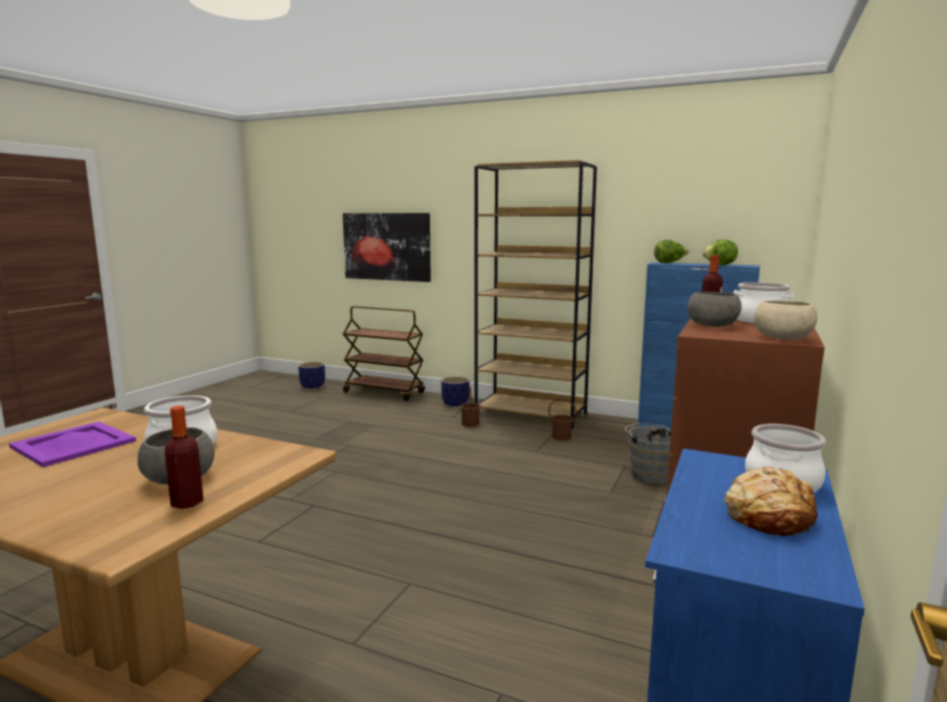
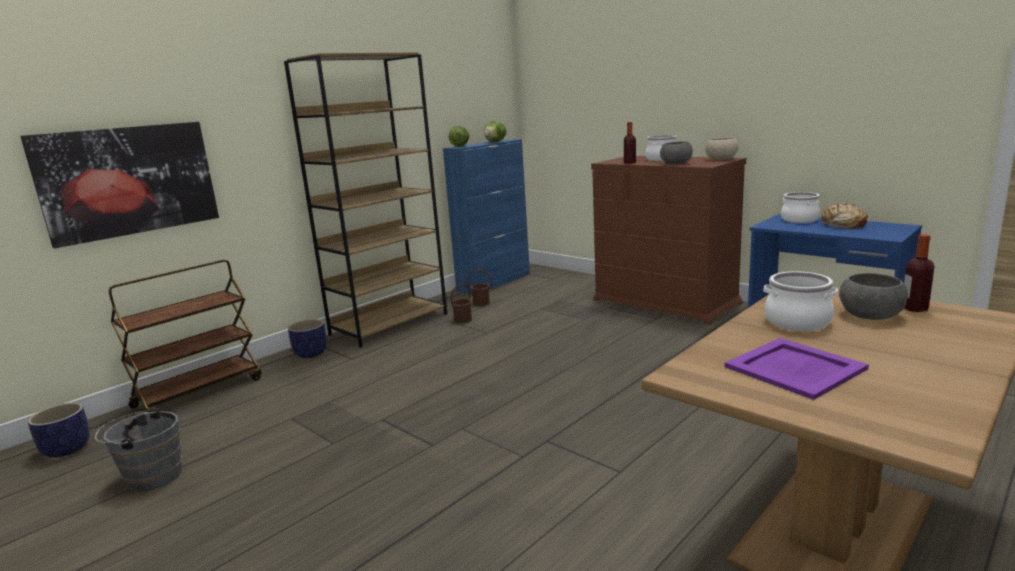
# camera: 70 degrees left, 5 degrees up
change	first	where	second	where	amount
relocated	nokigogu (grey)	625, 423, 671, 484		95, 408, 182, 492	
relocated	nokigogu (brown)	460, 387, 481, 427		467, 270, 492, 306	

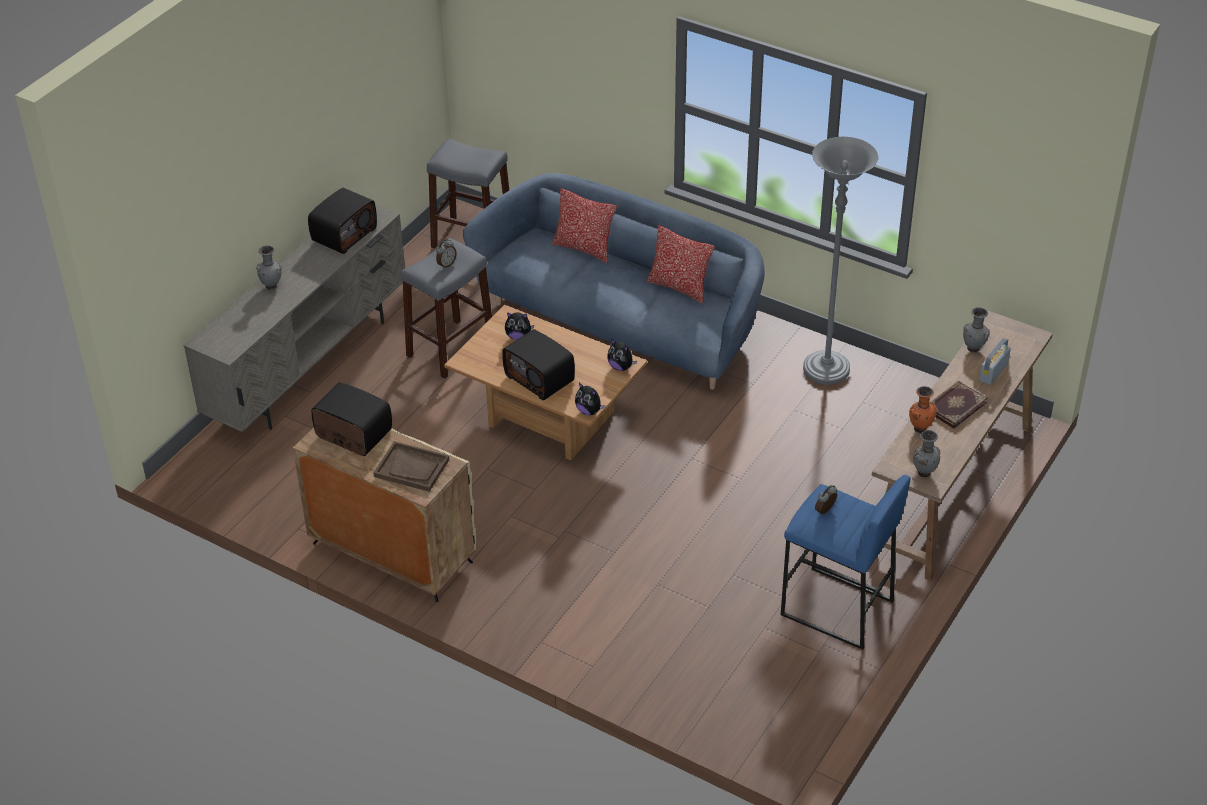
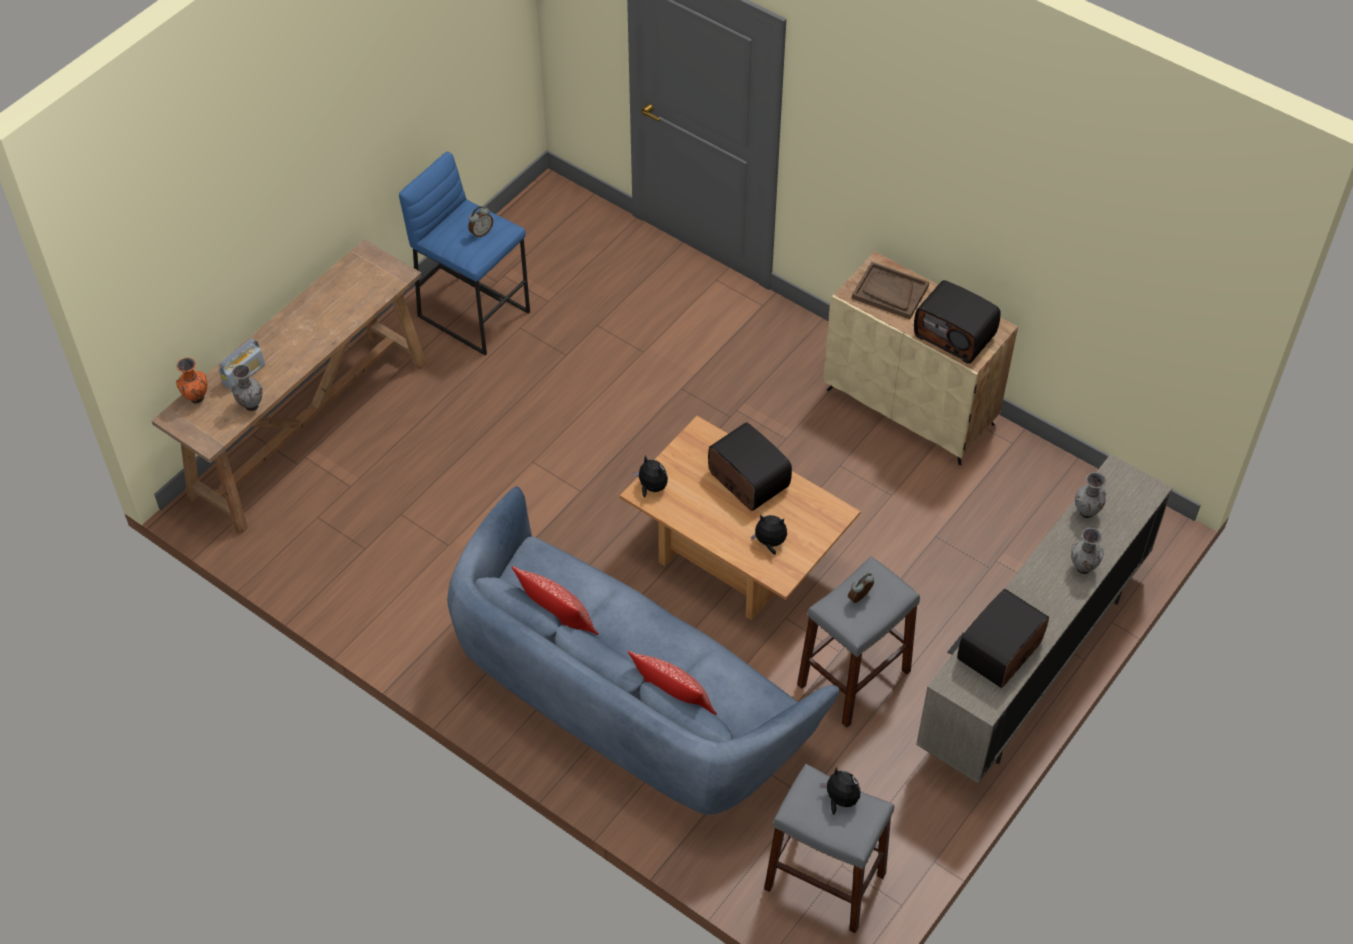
# camera: 175 degrees left, 10 degrees up
change	first	where	second	where	amount
relocated	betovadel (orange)	909, 386, 937, 433		176, 357, 207, 403	
relocated	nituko	575, 383, 606, 415		820, 767, 861, 815	
relocated	betovadel (grey)	913, 430, 940, 477		1075, 472, 1106, 518	
missing	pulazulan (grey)	803, 137, 878, 385			
missing	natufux	931, 381, 987, 428			

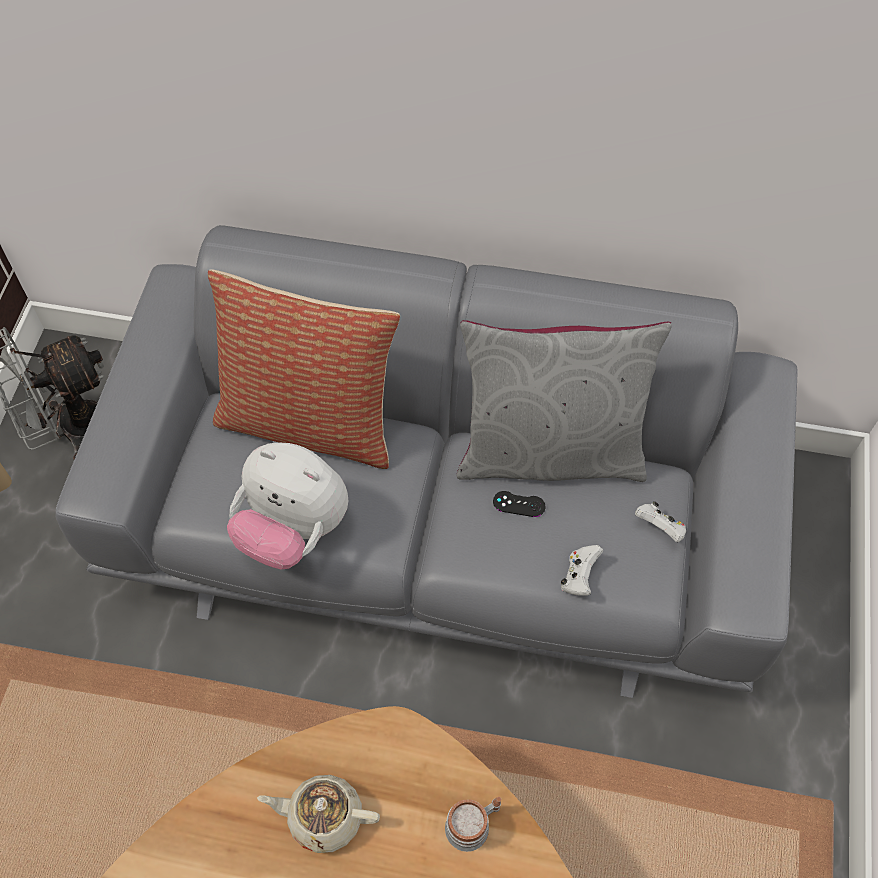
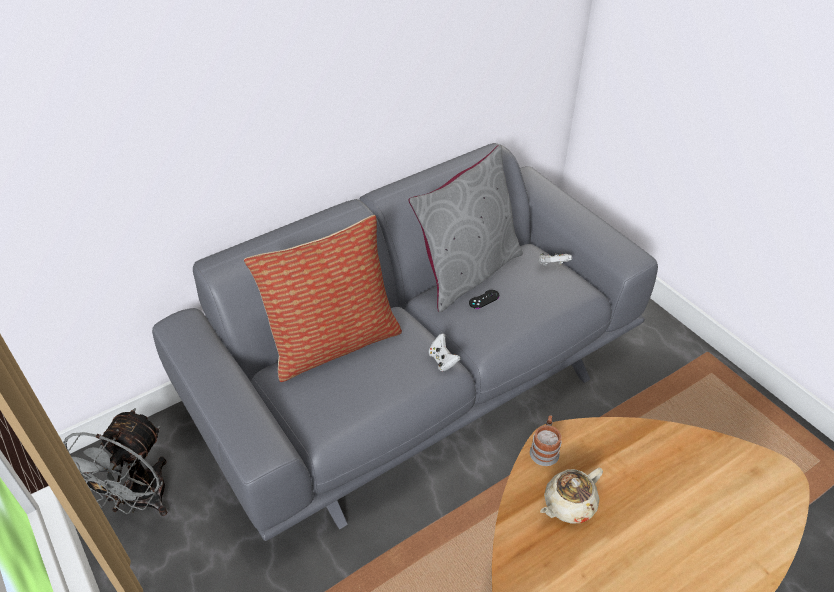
# camera: 45 degrees left, 15 degrees down
change	first	where	second	where	amount
relocated	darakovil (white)	561, 545, 603, 596		429, 334, 461, 371	
relocated	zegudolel	445, 797, 501, 852		530, 415, 561, 466	
missing	nituko	227, 443, 348, 570			

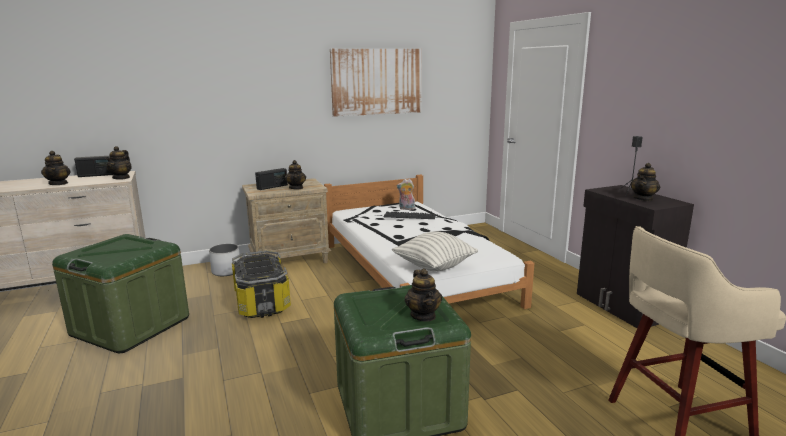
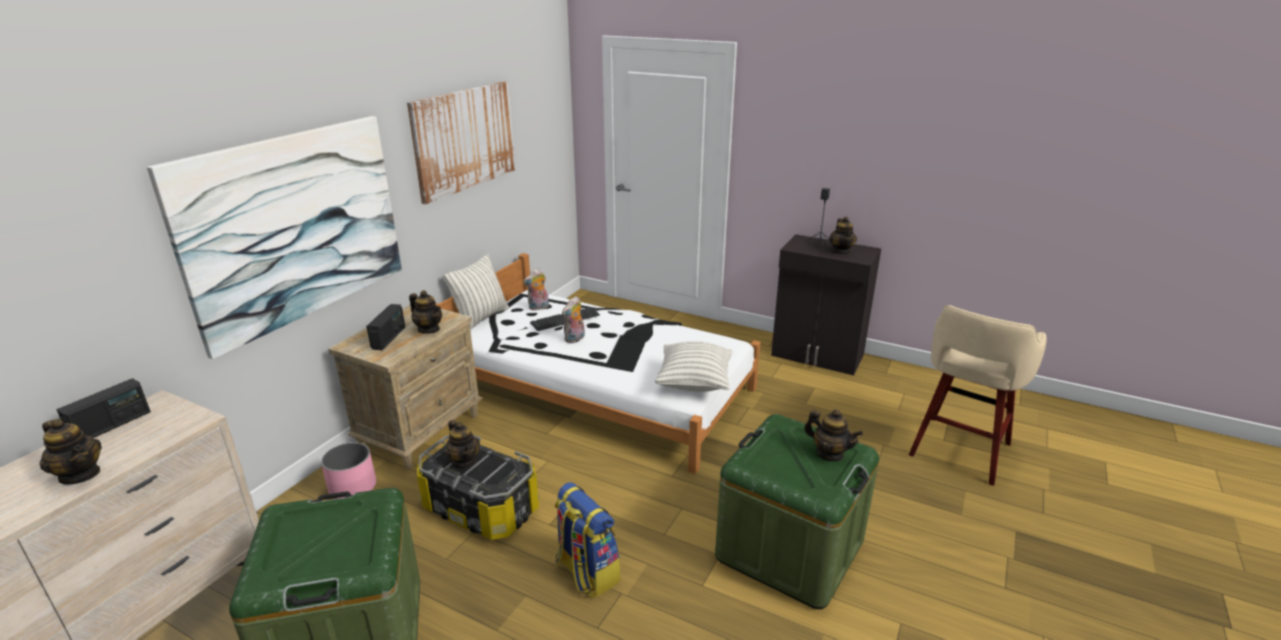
# camera: 40 degrees left, 10 degrees up
change	first	where	second	where	amount
appeared			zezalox	147, 116, 402, 359	
colour	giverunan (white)	209, 244, 240, 276	giverunan (pink)	321, 442, 376, 499	
appeared			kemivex	444, 254, 509, 330	
relocated	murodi	106, 146, 132, 180		444, 420, 480, 468	
appeared			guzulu	555, 482, 620, 598	
appeared			nituko	562, 296, 585, 343	

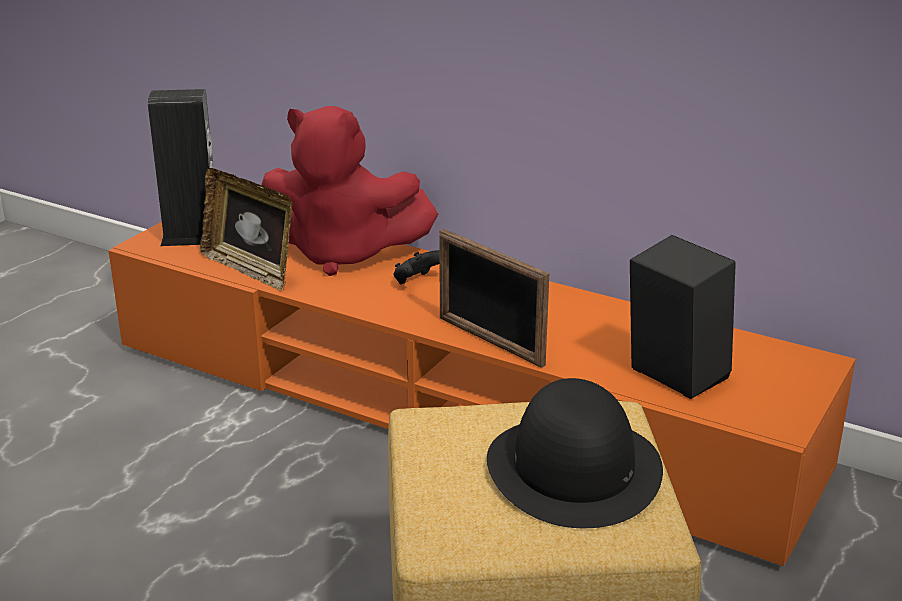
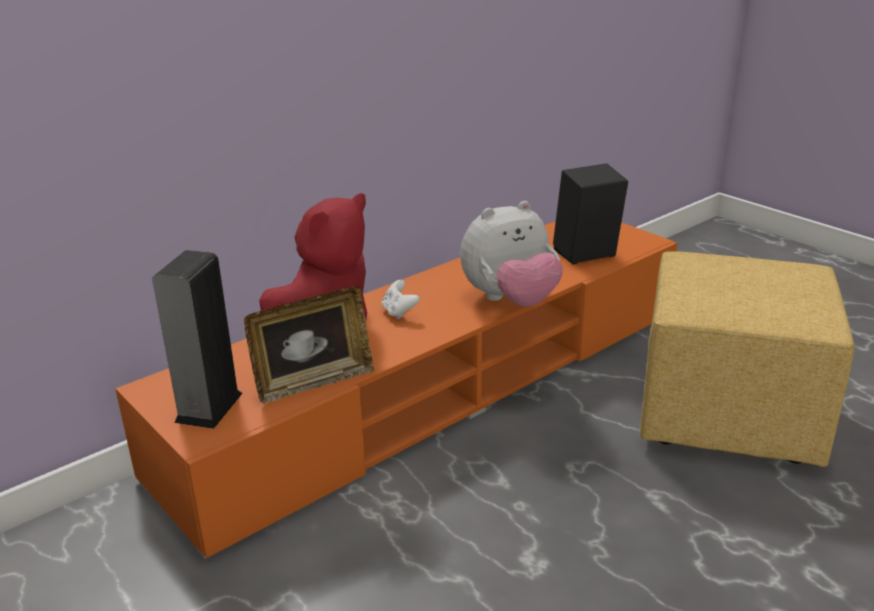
# camera: 70 degrees left, 0 degrees up
change	first	where	second	where	amount
colour	darakovil (black)	393, 250, 440, 284	darakovil (white)	382, 280, 420, 319	
exchanged	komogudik	439, 229, 549, 368	nituko	460, 201, 563, 307	
missing	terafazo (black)	487, 378, 663, 528			

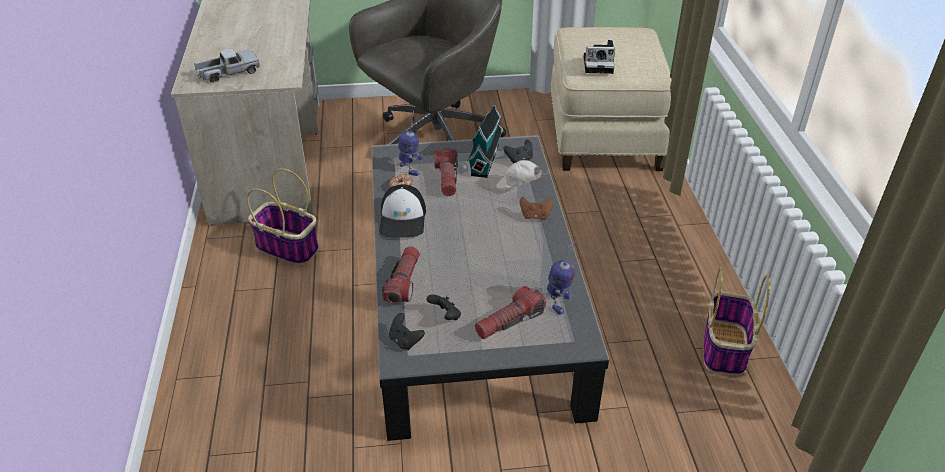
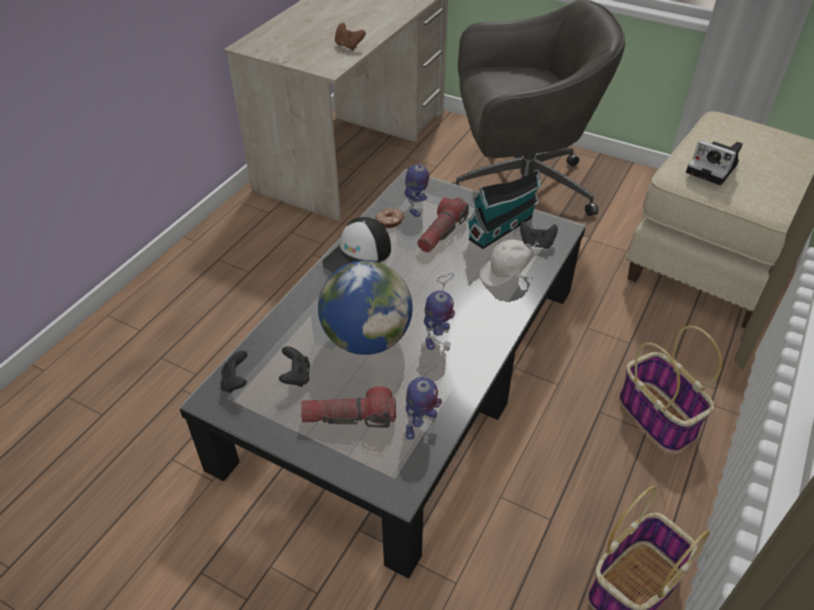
# camera: 35 degrees right, 5 degrees up
change	first	where	second	where	amount
appeared			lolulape	318, 260, 413, 355	
relocated	darakovil (brown)	520, 197, 553, 220		335, 23, 366, 51	
appeared			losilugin	424, 273, 455, 350	
spun	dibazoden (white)	496, 160, 549, 188		479, 239, 538, 287	75 degrees counterclockwise
relocated	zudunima	247, 168, 319, 265		619, 326, 722, 453	
missing	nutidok	194, 48, 260, 83			
missing	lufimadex	382, 246, 420, 304			

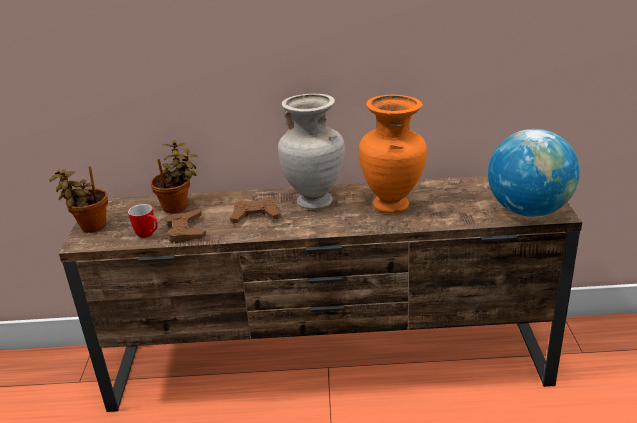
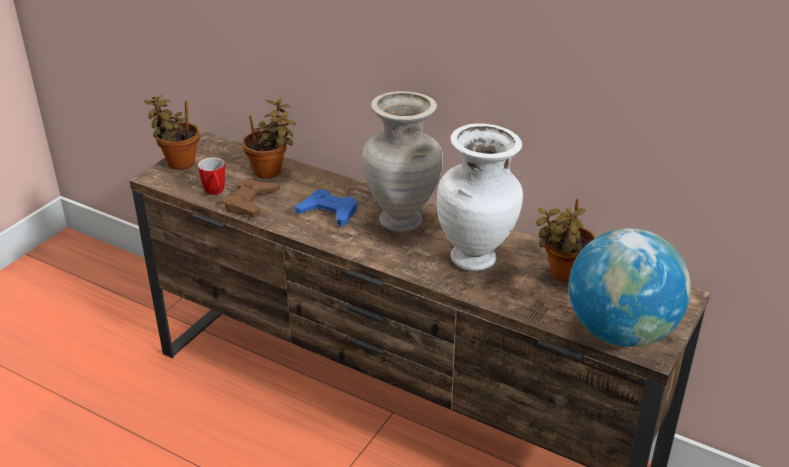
# camera: 30 degrees right, 5 degrees up
change	first	where	second	where	amount
colour	darakovil (brown)	230, 198, 281, 224	darakovil (blue)	295, 189, 357, 226	
colour	betovadel (orange)	359, 95, 427, 213	betovadel (white)	437, 123, 523, 271	
appeared			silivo	536, 198, 596, 283	

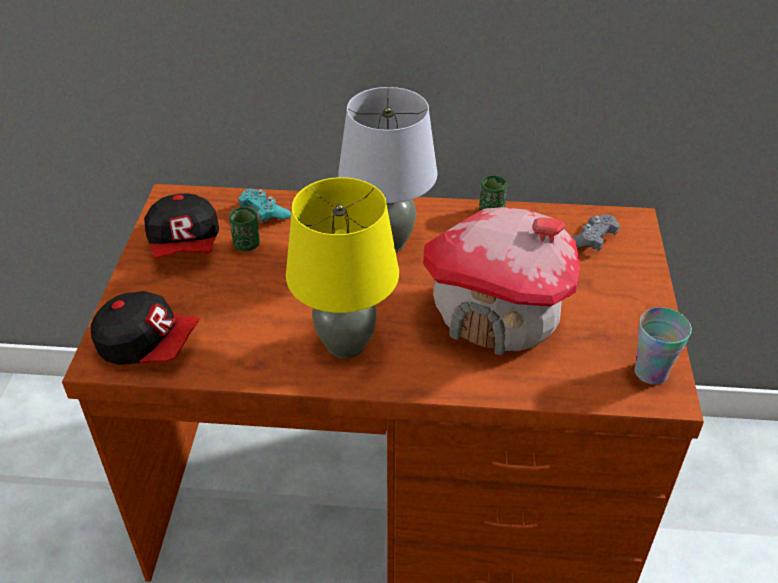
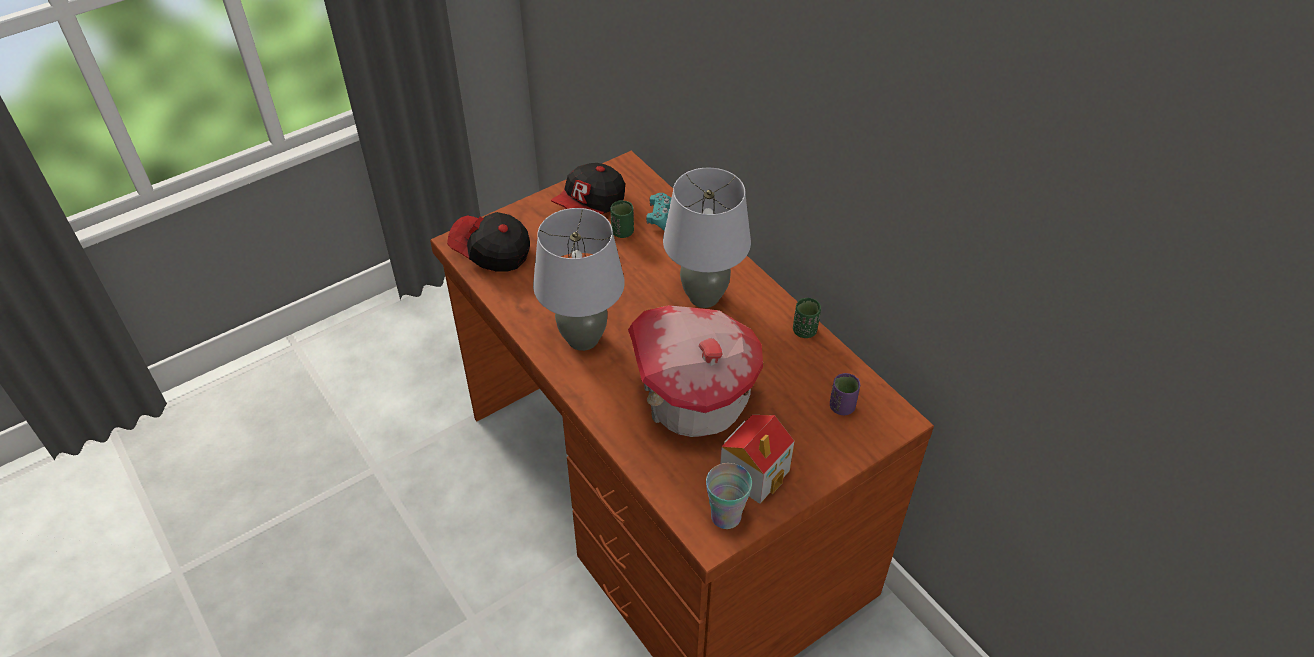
# camera: 50 degrees right, 5 degrees up
change	first	where	second	where	amount
spun	dibazoden	91, 291, 200, 365		447, 212, 530, 272	135 degrees clockwise
colour	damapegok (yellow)	286, 177, 399, 359	damapegok (grey)	533, 208, 625, 351	
appeared			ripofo	720, 415, 794, 504	
exchanged	darakovil (grey)	572, 214, 620, 251	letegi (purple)	830, 373, 860, 415	

